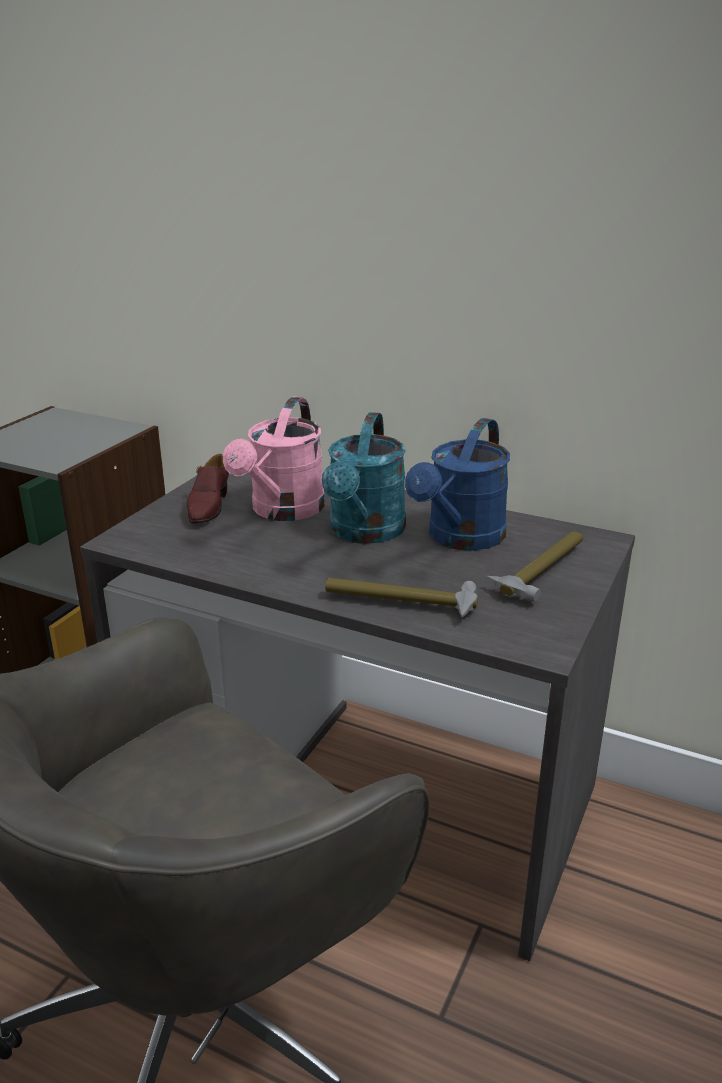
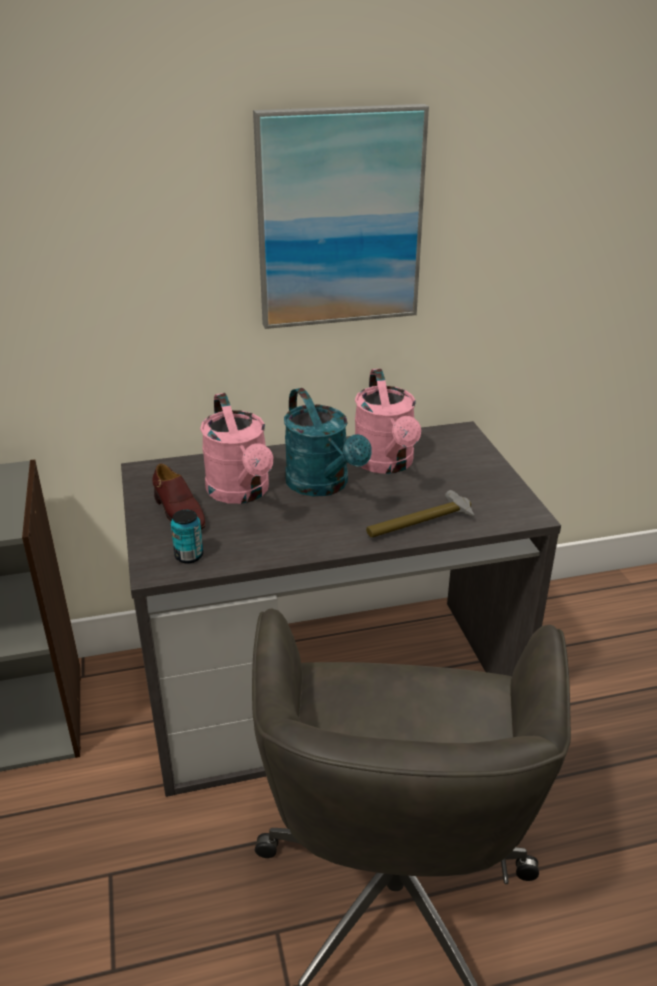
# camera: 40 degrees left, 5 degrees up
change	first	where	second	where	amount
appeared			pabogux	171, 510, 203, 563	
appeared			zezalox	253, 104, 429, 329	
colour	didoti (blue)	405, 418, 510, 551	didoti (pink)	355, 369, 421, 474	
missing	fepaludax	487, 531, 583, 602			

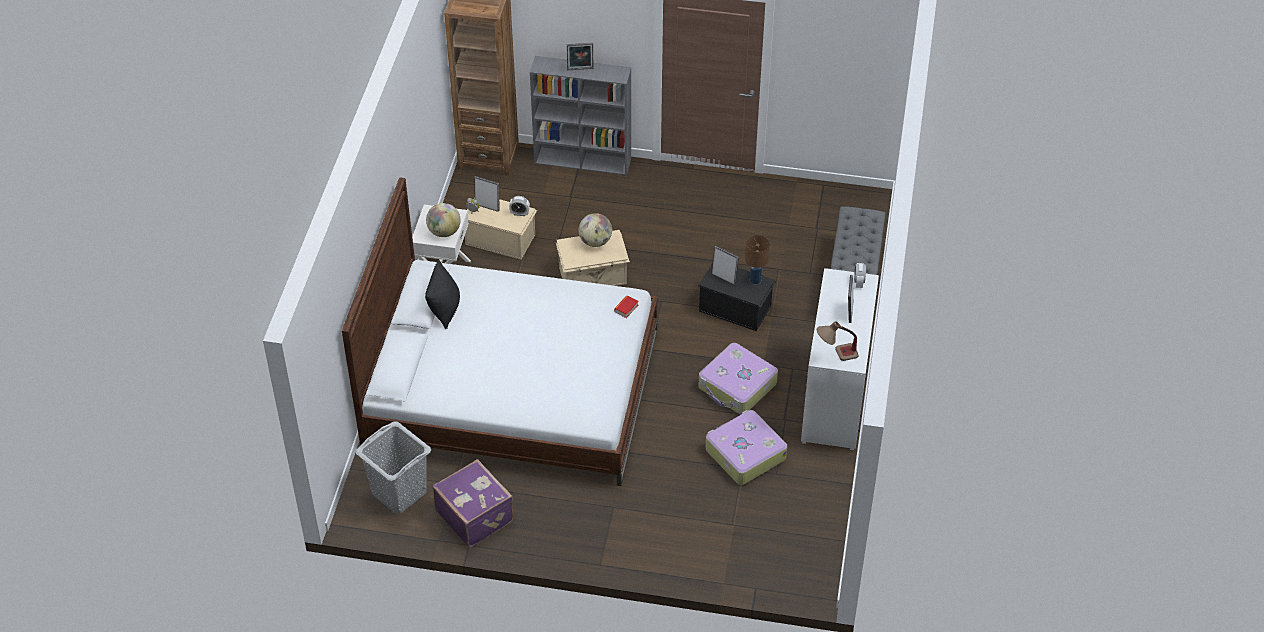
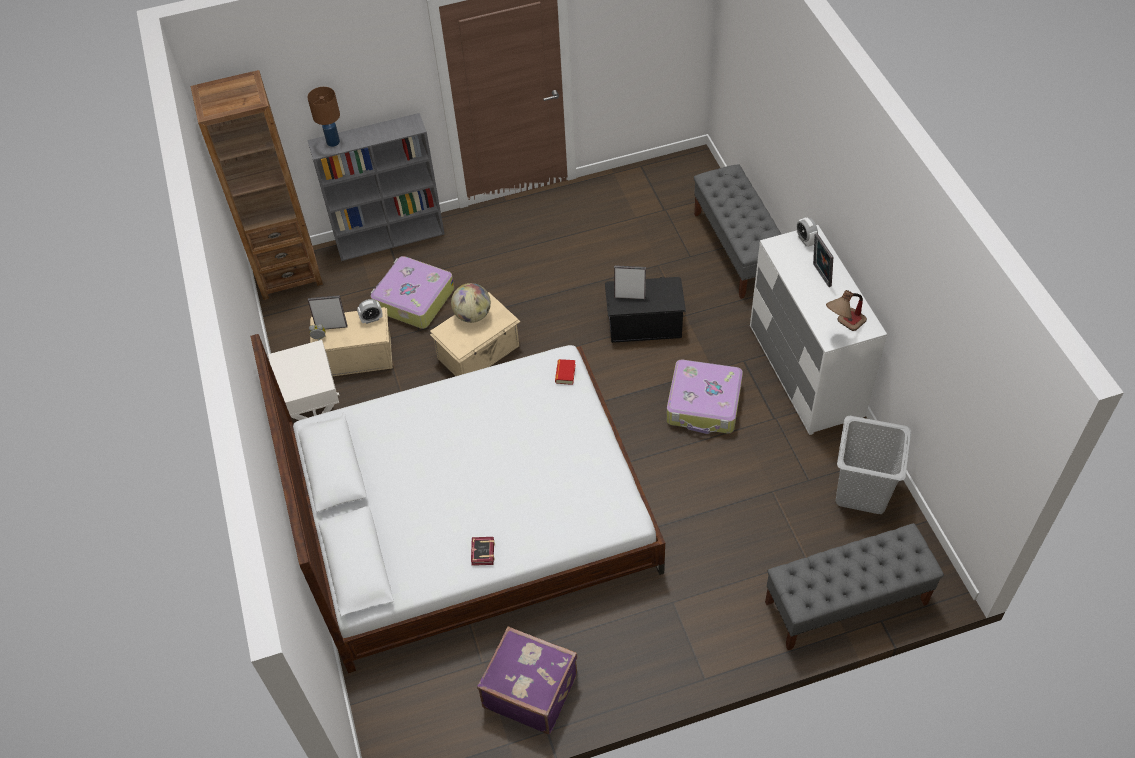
# camera: 25 degrees left, 5 degrees up
change	first	where	second	where	amount
relocated	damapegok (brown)	745, 235, 770, 284		307, 87, 340, 147	
relocated	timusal	705, 410, 787, 485		371, 256, 454, 329	
appeared			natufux	471, 537, 495, 566	
appeared			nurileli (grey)	765, 523, 944, 650	
relocated	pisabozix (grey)	355, 421, 431, 514		836, 416, 911, 514	
missing	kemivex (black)	425, 260, 460, 329			
missing	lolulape	426, 203, 461, 237			
missing	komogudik	567, 42, 593, 70			

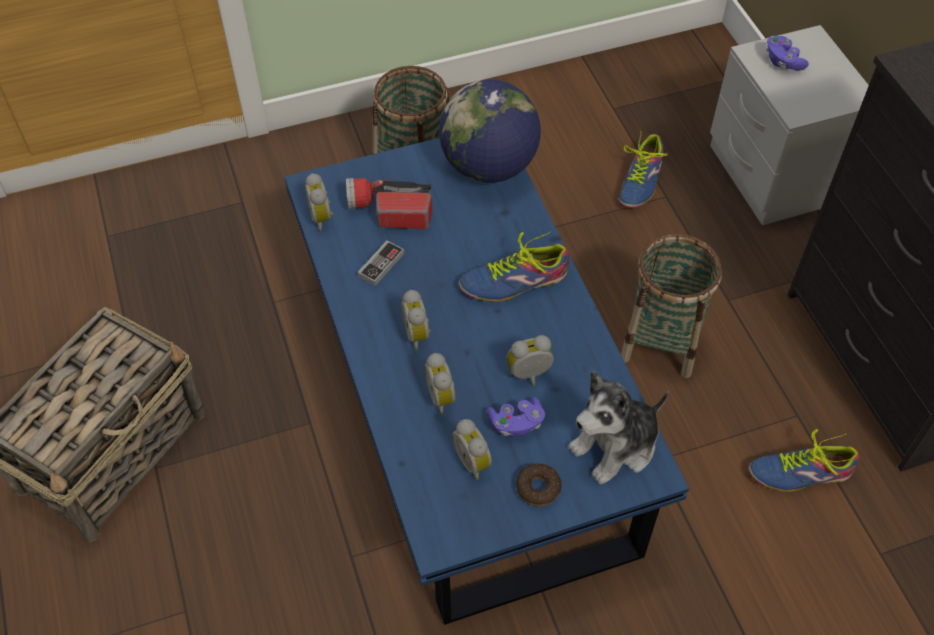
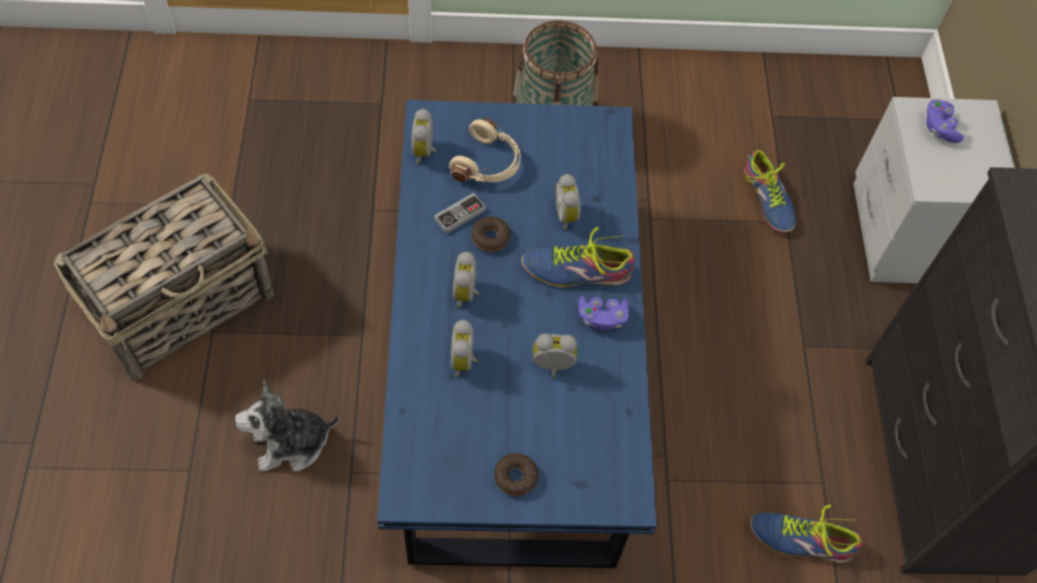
# camera: 15 degrees right, 5 degrees up
change	first	where	second	where	amount
relocated	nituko	568, 370, 669, 485		235, 380, 340, 472	
exchanged	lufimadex	346, 178, 432, 229	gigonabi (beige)	449, 118, 521, 183	
appeared			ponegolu	471, 216, 511, 252	
relocated	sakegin	452, 419, 492, 480		555, 174, 581, 230	
relocated	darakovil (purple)	487, 397, 545, 437		578, 295, 629, 330	
spun	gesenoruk	619, 131, 668, 208		744, 150, 796, 233	60 degrees counterclockwise
missing	lolulape	439, 80, 541, 183			
missing	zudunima	621, 234, 722, 378			

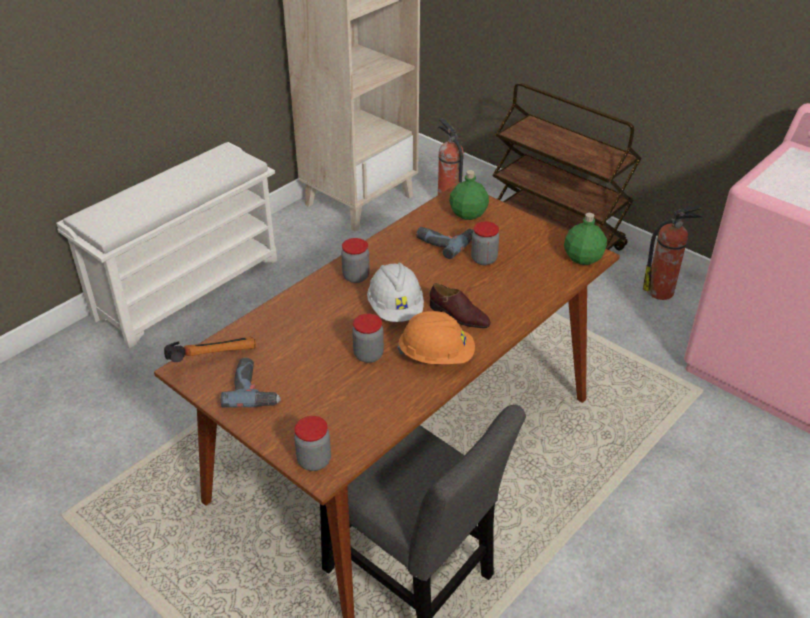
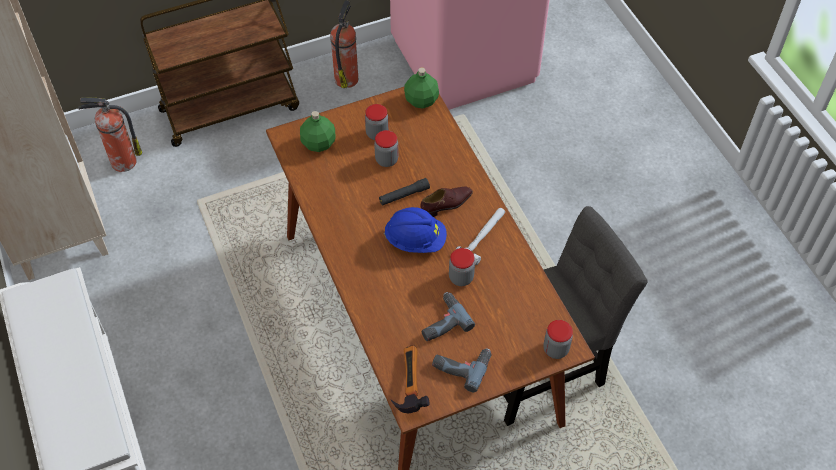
# camera: 65 degrees left, 15 degrees up
change	first	where	second	where	amount
relocated	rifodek	341, 238, 370, 283		365, 104, 389, 140	
appeared			lufimadex (black)	379, 178, 430, 206	
colour	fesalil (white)	367, 263, 424, 322	fesalil (blue)	384, 207, 447, 253	
relocated	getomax	416, 227, 474, 259		422, 292, 475, 341	
exchanged	fesalil (orange)	397, 311, 475, 364	fepaludax	456, 208, 505, 265	

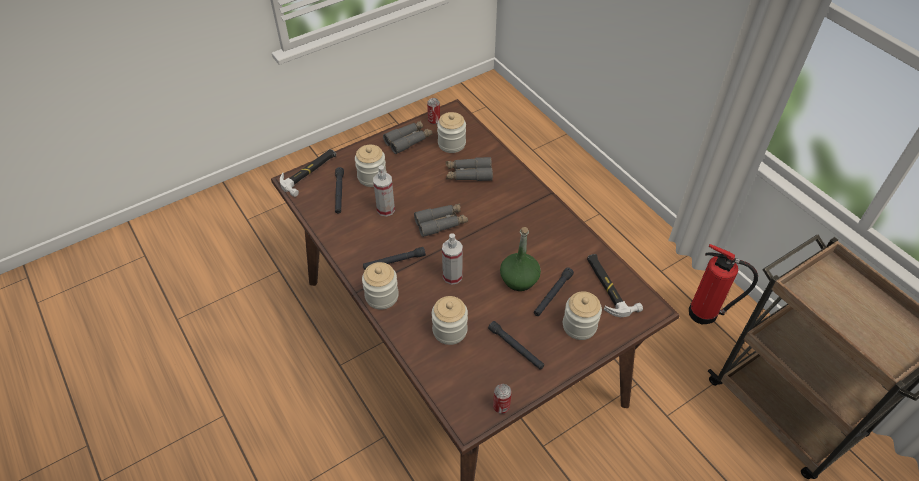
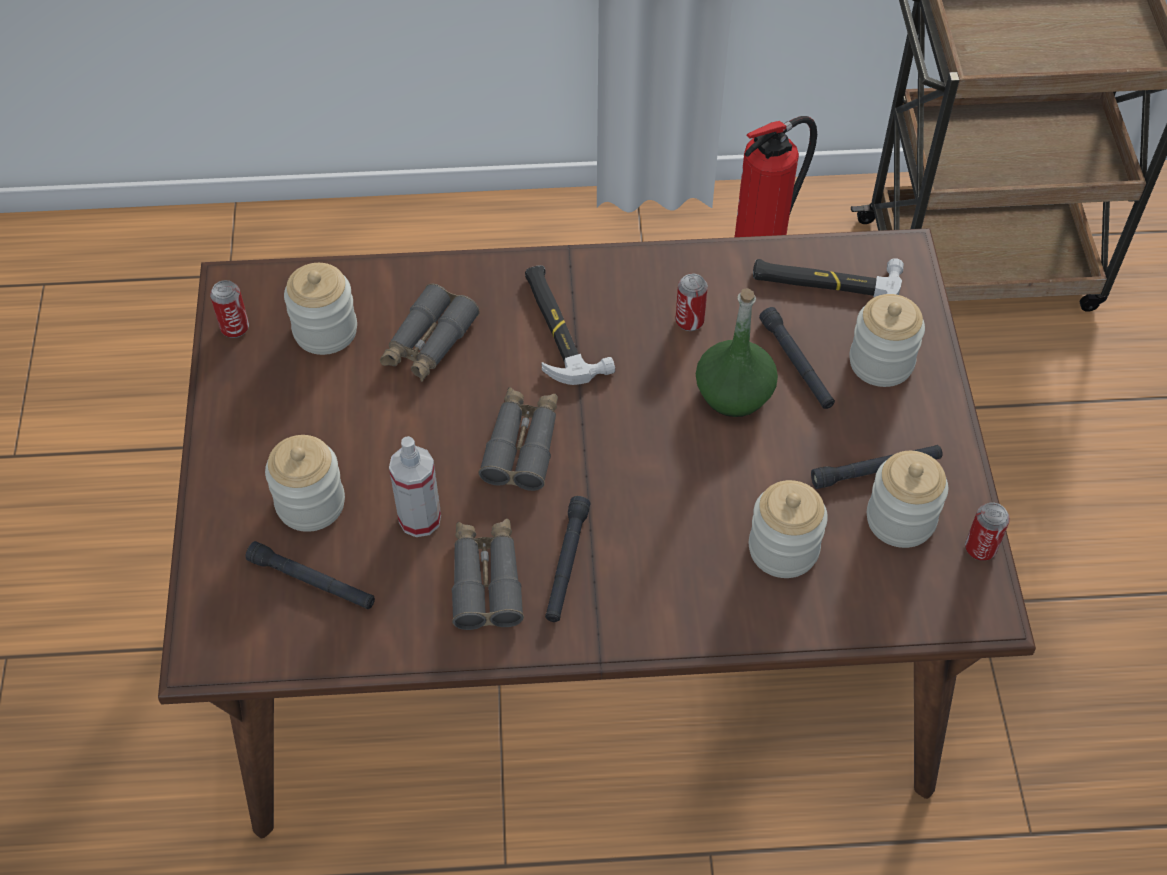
# camera: 60 degrees left, 5 degrees up
change	first	where	second	where	amount
relocated	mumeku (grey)	383, 120, 433, 154		452, 519, 524, 630	
relocated	fepaludax	280, 149, 336, 197		525, 265, 615, 385	
appeared			pabogux	675, 274, 708, 331	
relocated	rifodek	362, 262, 399, 310		867, 451, 948, 548	
missing	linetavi	442, 233, 463, 285			

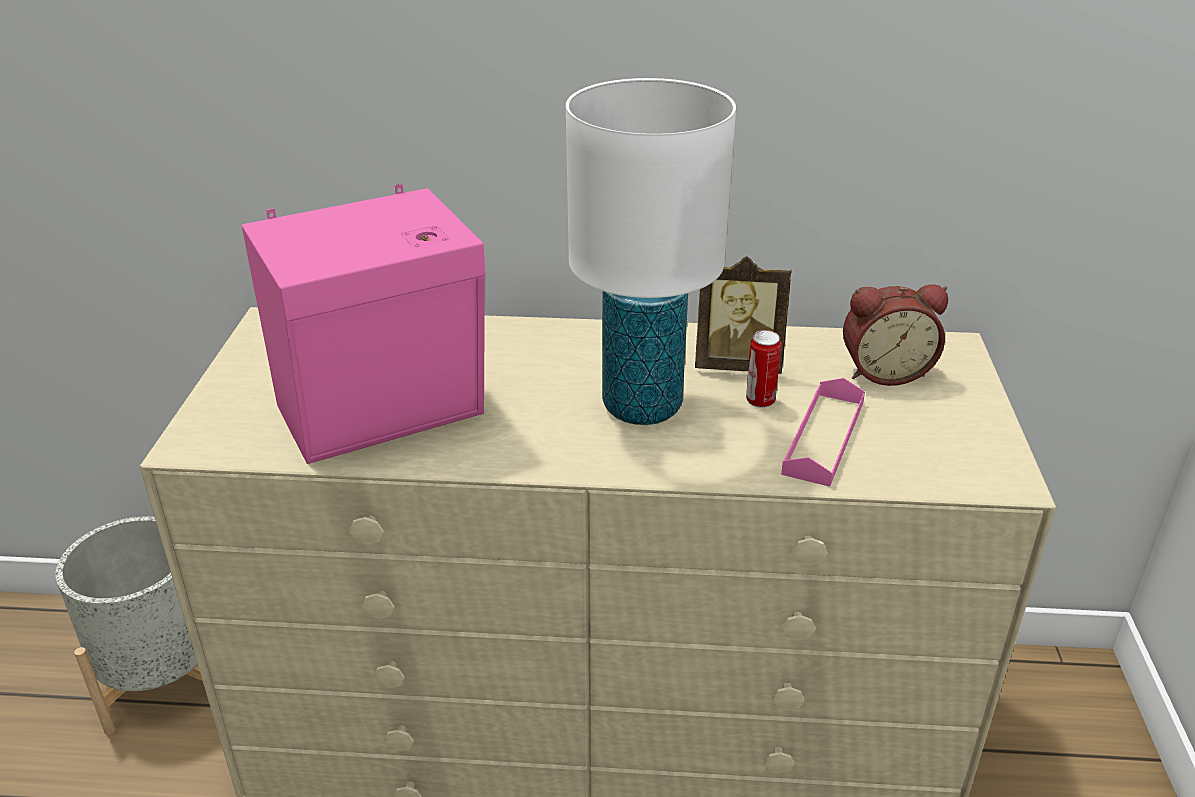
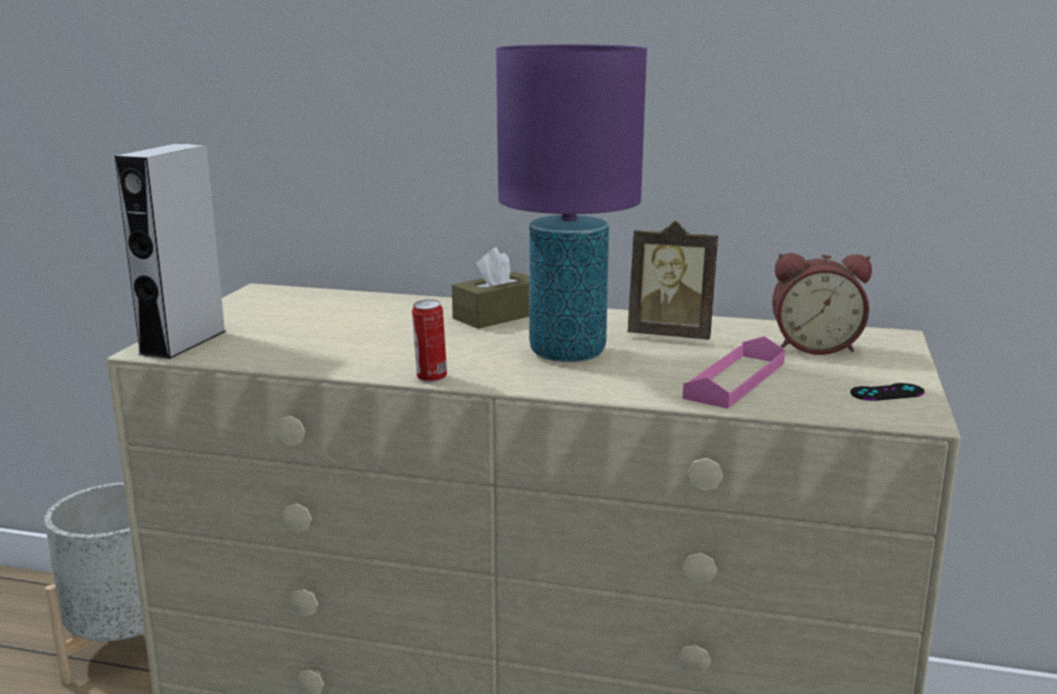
# camera: 10 degrees right, 15 degrees down
change	first	where	second	where	amount
appeared			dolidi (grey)	115, 143, 226, 359	
relocated	pabogux	746, 330, 781, 408		412, 299, 447, 382	
appeared			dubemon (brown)	452, 248, 529, 329	
colour	damapegok (white)	566, 78, 736, 425	damapegok (purple)	496, 44, 647, 362	
appeared			darakovil (black)	850, 383, 925, 401	
missing	dolidi (pink)	242, 184, 485, 464			

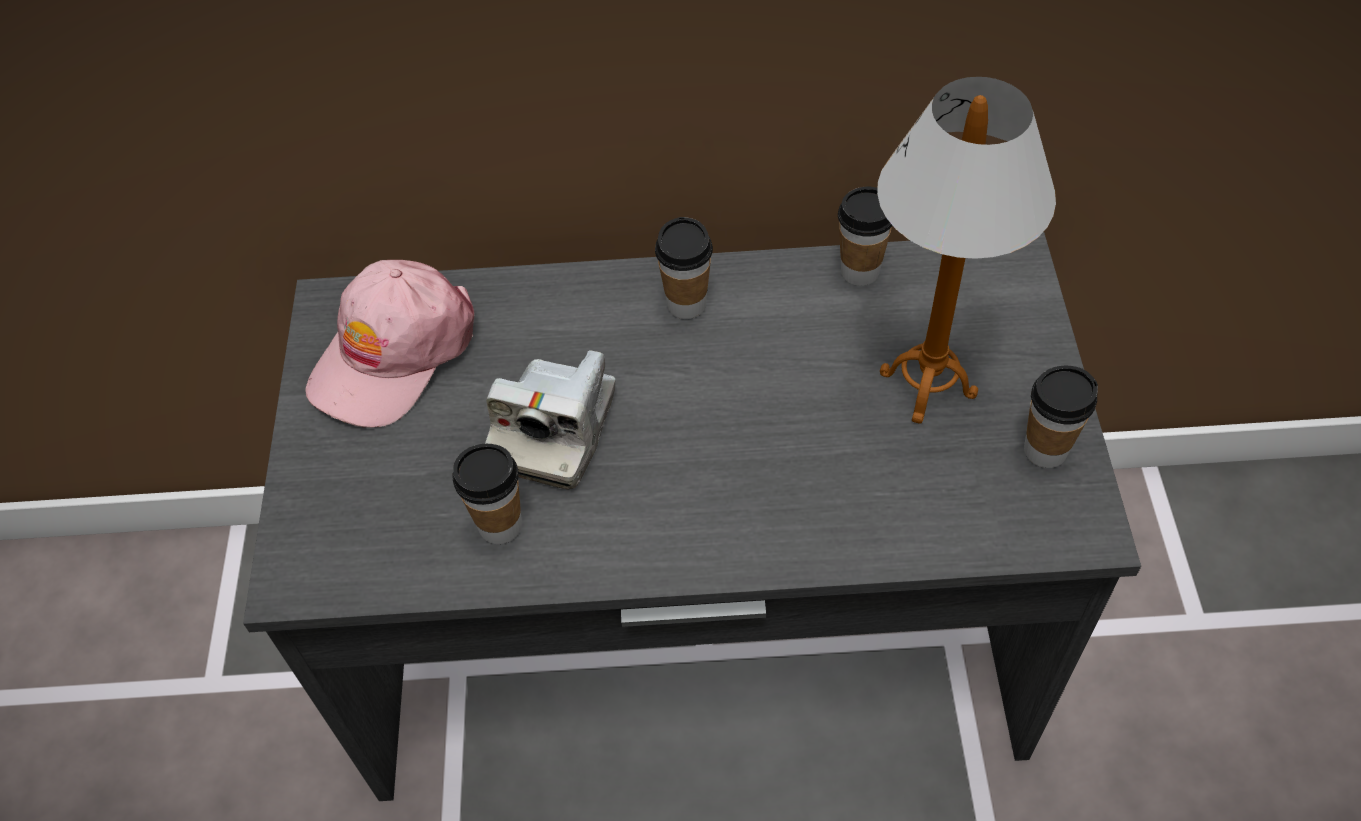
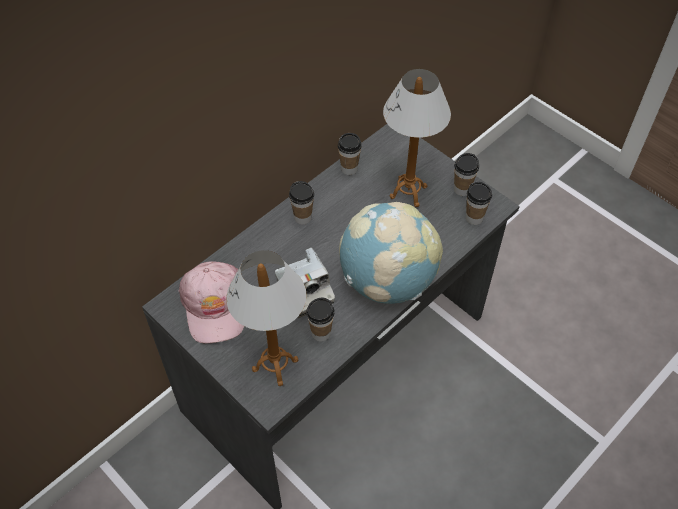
# camera: 45 degrees left, 0 degrees up
change	first	where	second	where	amount
appeared			damapegok	226, 250, 307, 386	
appeared			lolulape	339, 202, 443, 304	
appeared			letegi	466, 182, 492, 225	

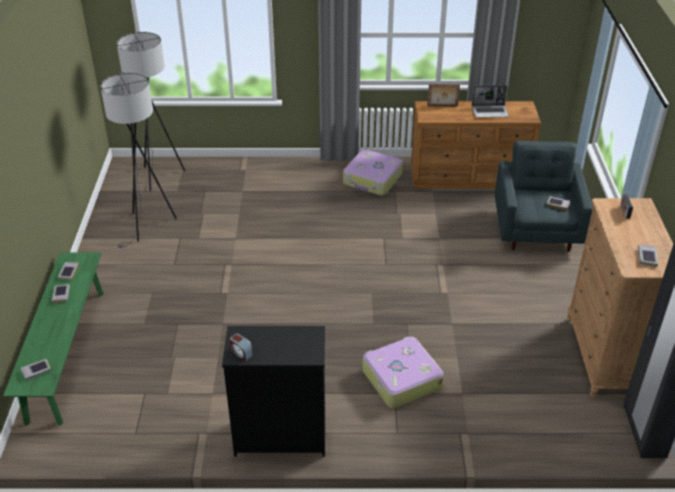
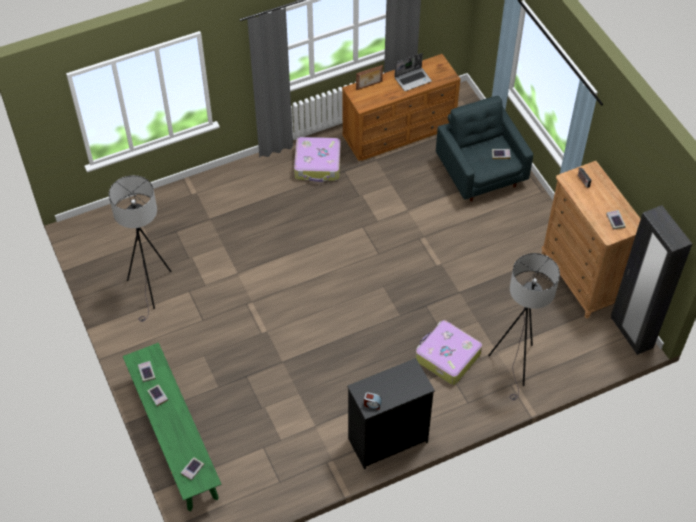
# camera: 25 degrees left, 15 degrees up
change	first	where	second	where	amount
relocated	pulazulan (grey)	117, 32, 185, 197		488, 253, 560, 400	

